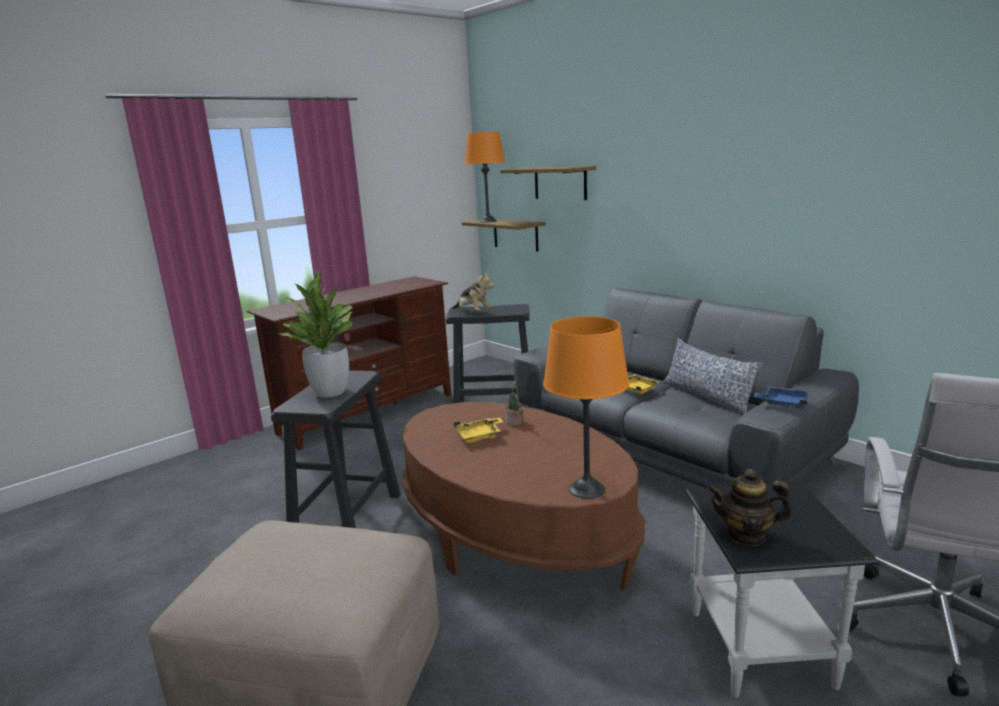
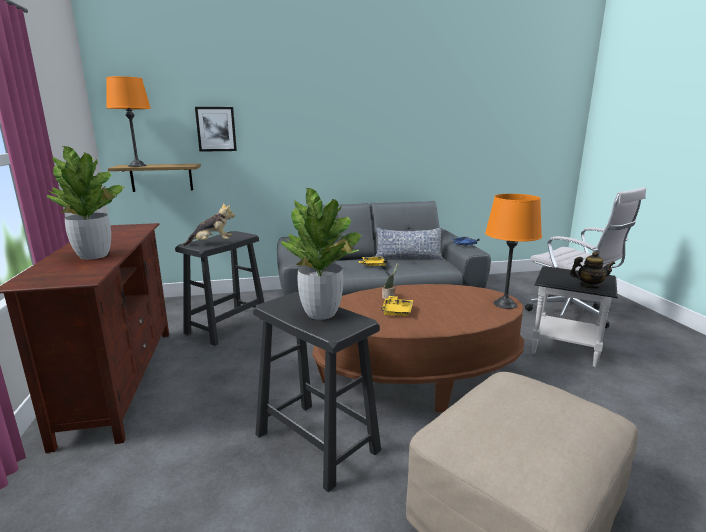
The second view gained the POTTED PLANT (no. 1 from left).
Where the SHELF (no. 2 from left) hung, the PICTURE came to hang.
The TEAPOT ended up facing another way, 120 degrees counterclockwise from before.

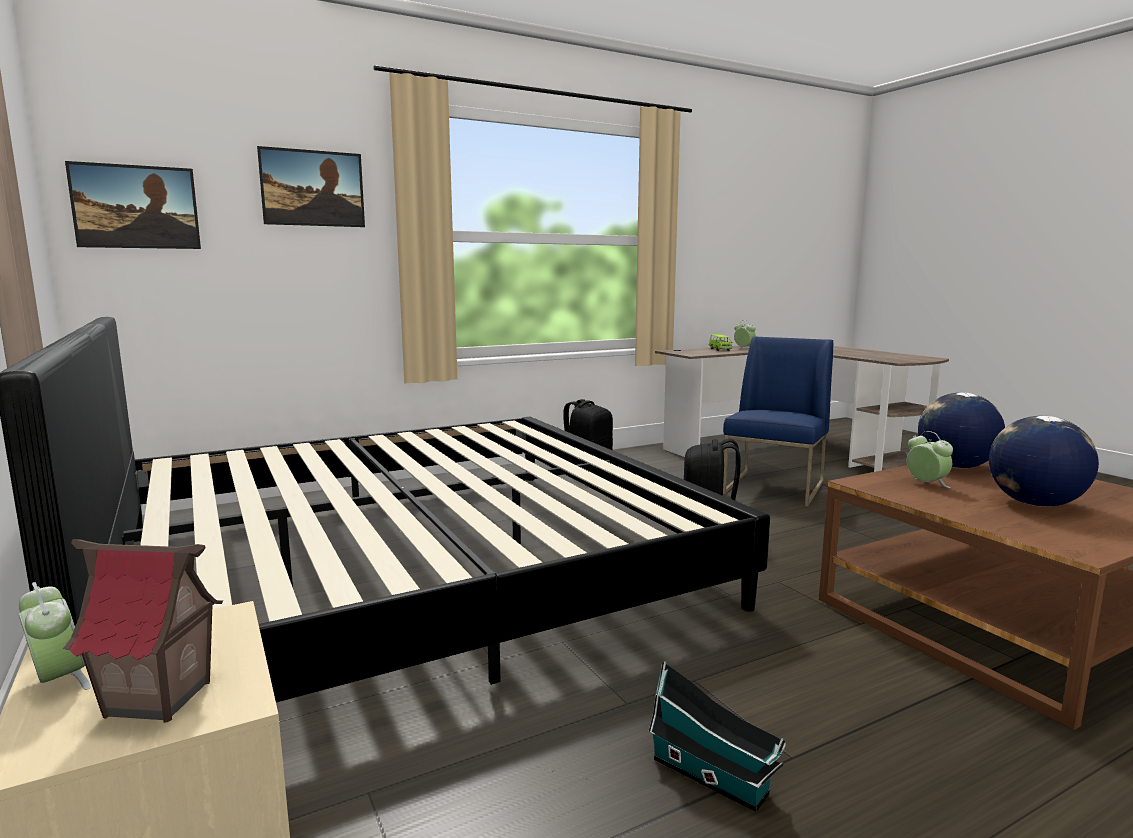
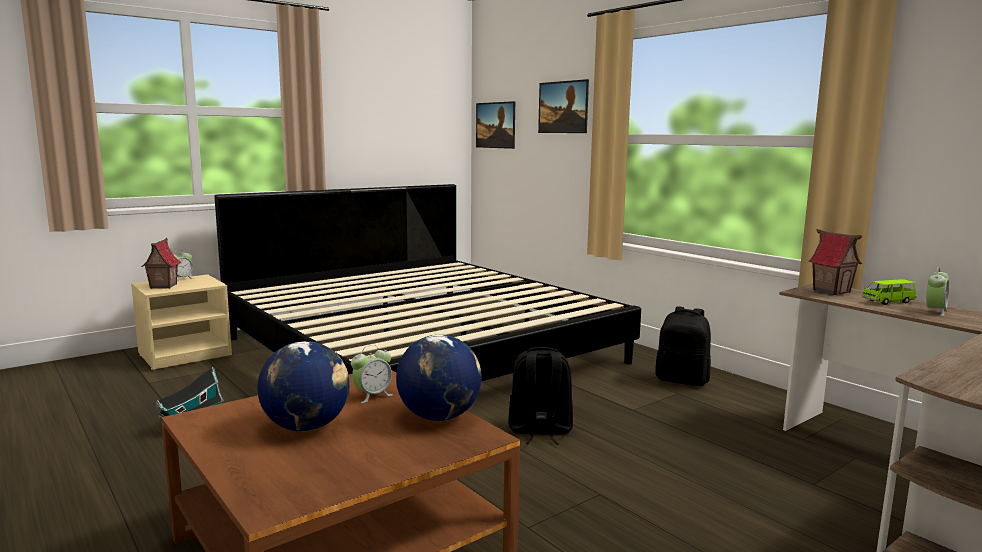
The second view lost the BLUE CHAIR.
The second view gained the TOY HOUSE (no. 3 from left).

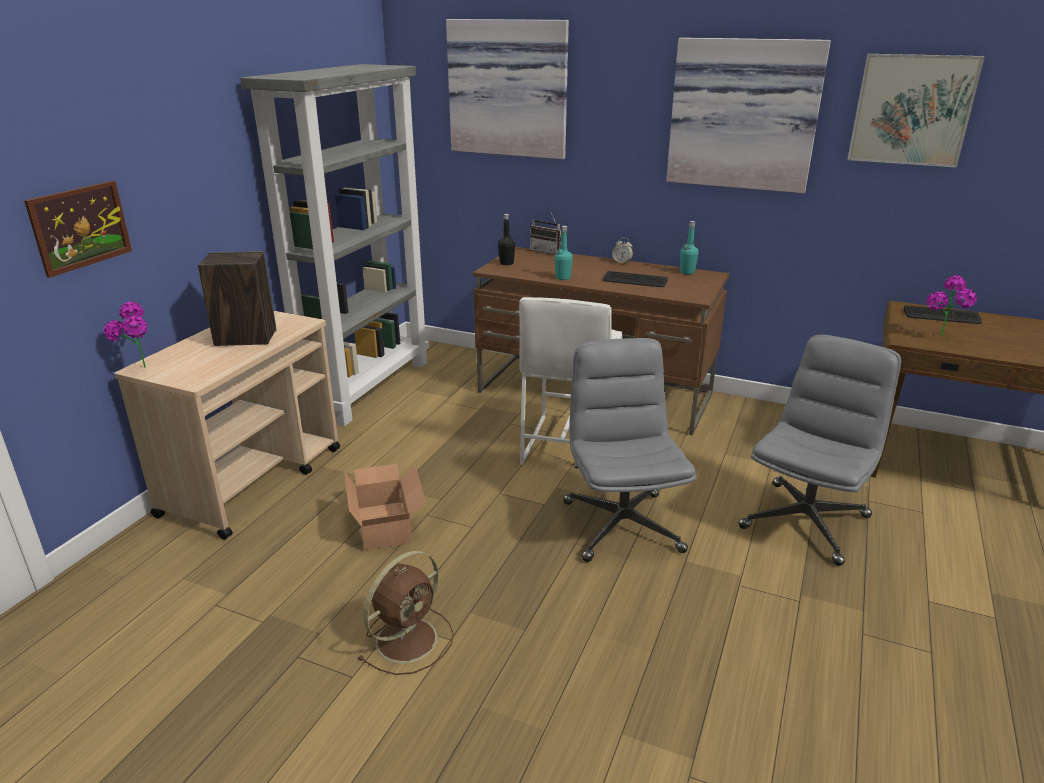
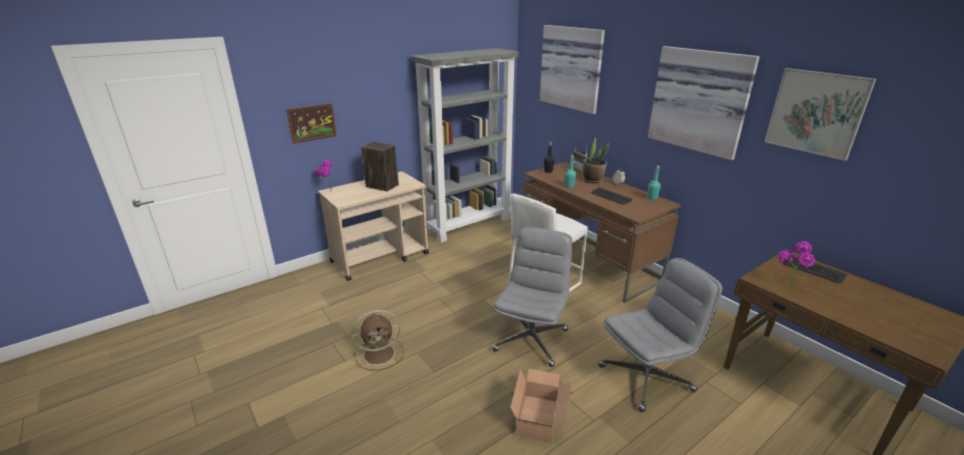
The second view gained the POTTED PLANT (no. 2 from left).
The CARDBOARD BOX ended up elsewhere.

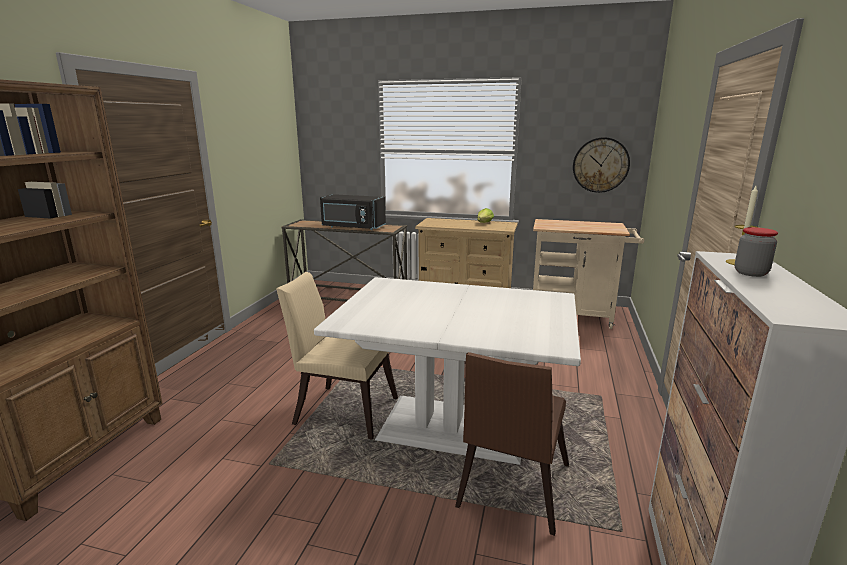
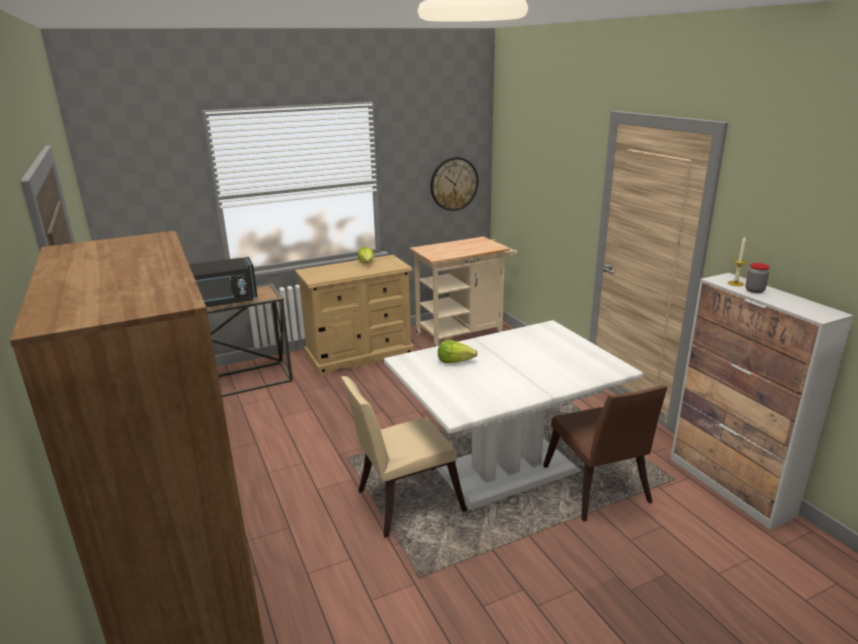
The second view gained the LETTUCE (no. 2 from left).

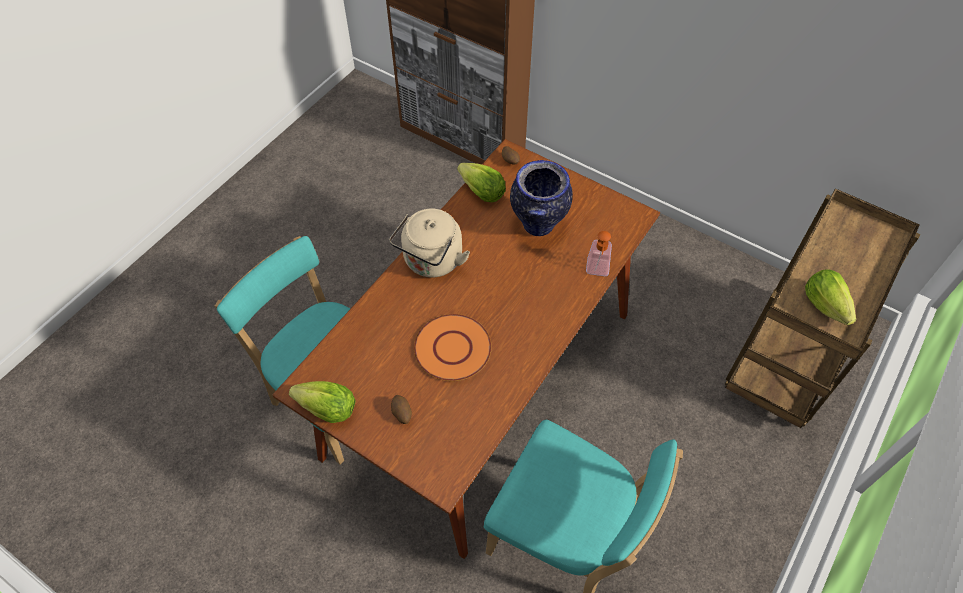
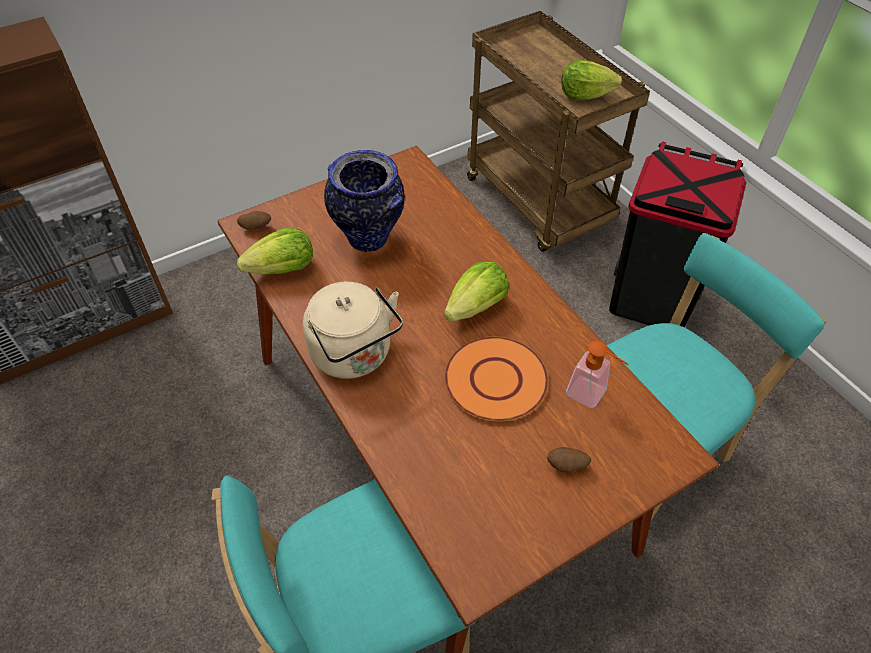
The second view gained the BLACK TRASH CAN.
The LETTUCE (no. 1 from left in the first image) ended up elsewhere.
The SOAP DISPENSER ended up elsewhere.

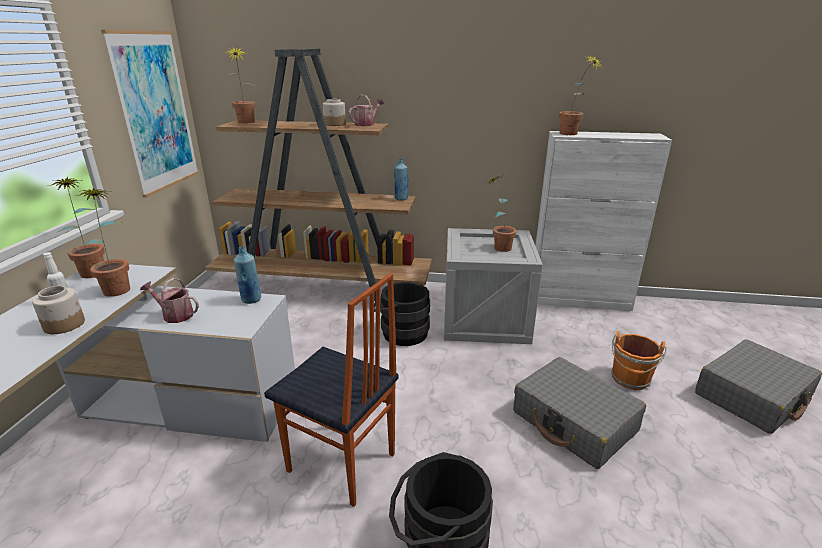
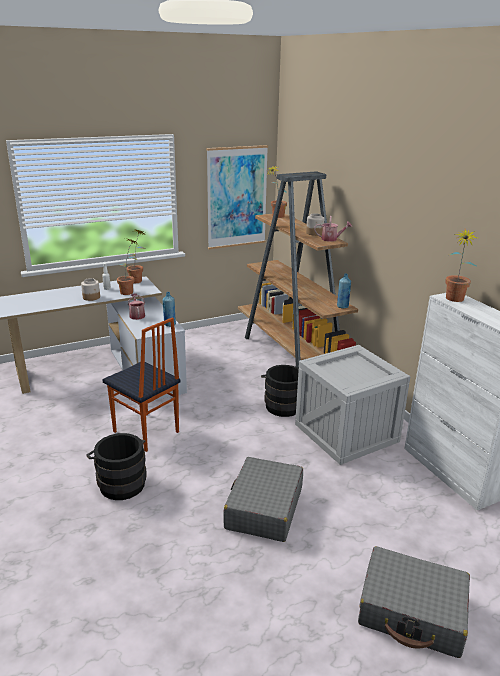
The second view lost the POTTED PLANT (no. 4 from left).
The second view lost the ORANGE BUCKET.
The CHAIR ended up facing another way, 45 degrees counterclockwise from before.

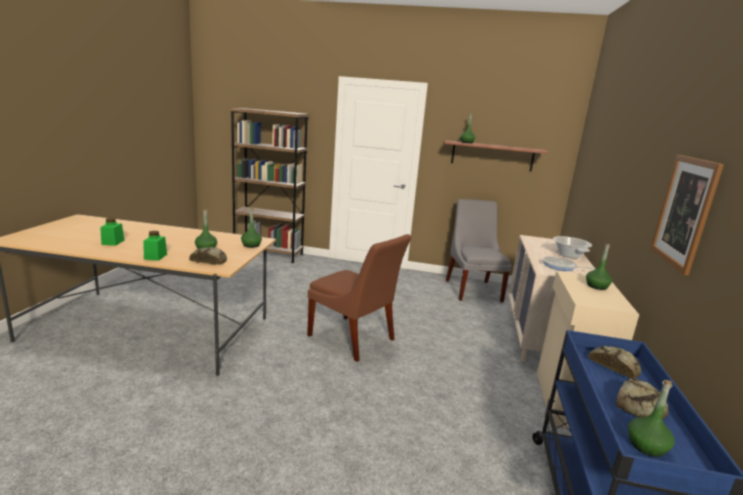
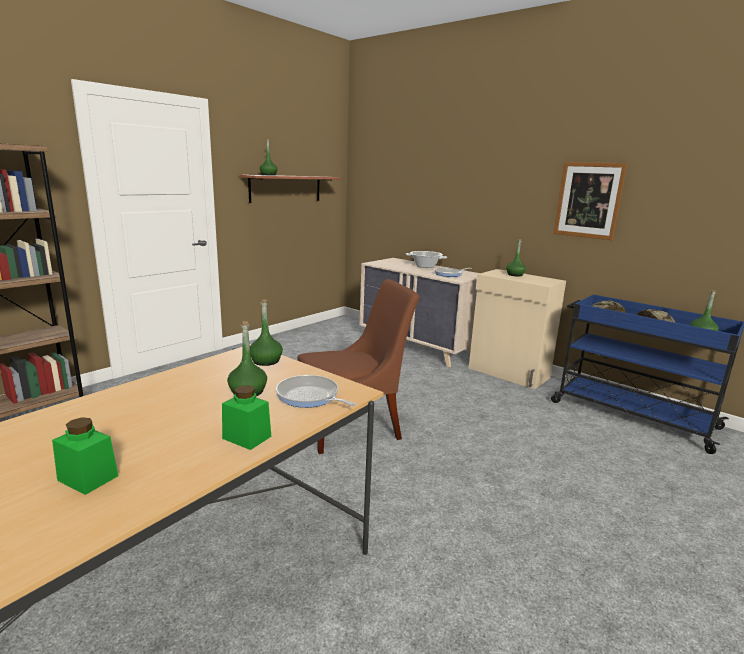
The second view lost the GREY CHAIR.
Where the BREAD (no. 1 from left) stood, the FRYING PAN (no. 1 from left) came to stand.

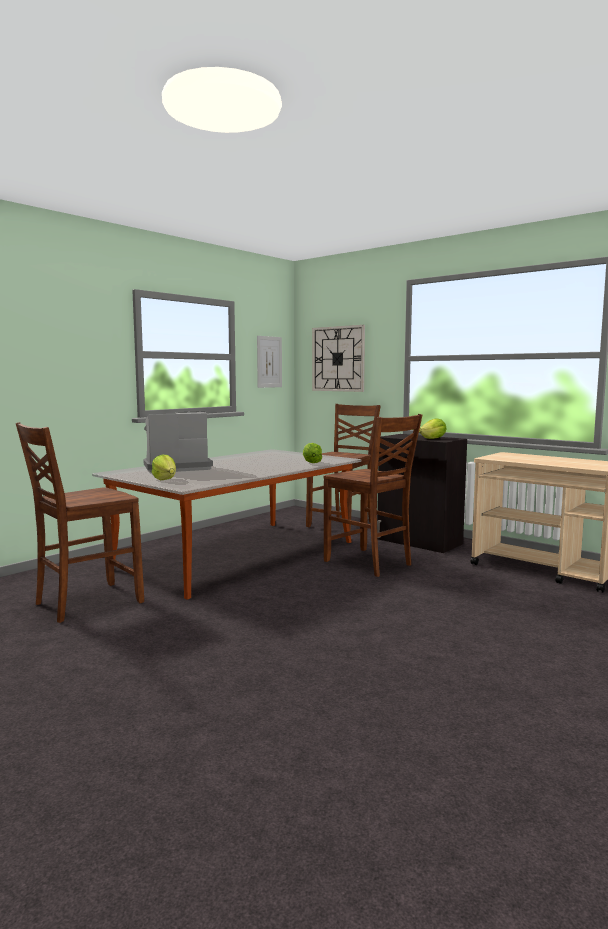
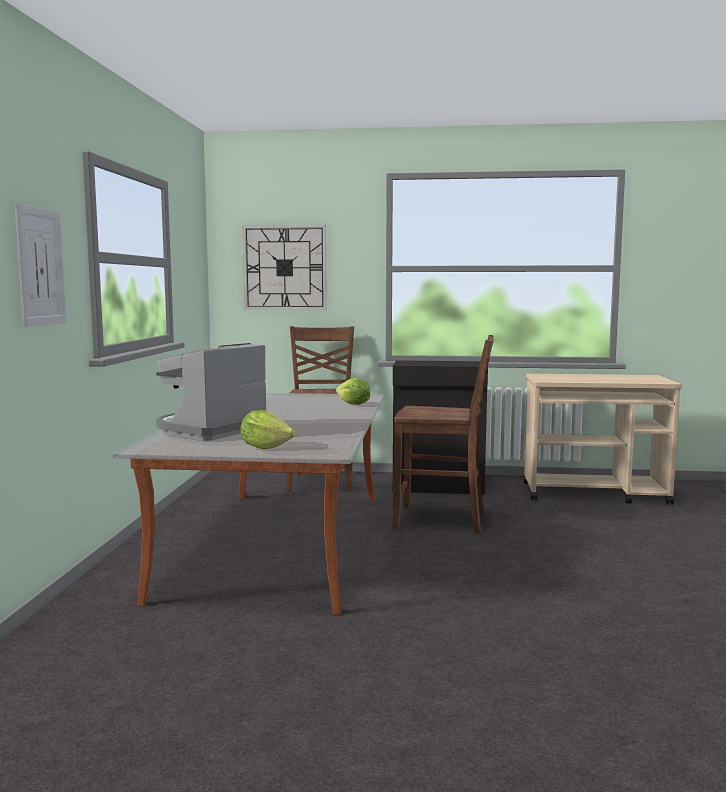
The second view lost the BROWN CHAIR (no. 1 from left).
The second view lost the LETTUCE (no. 3 from left).
The PICTURE ended up elsewhere.

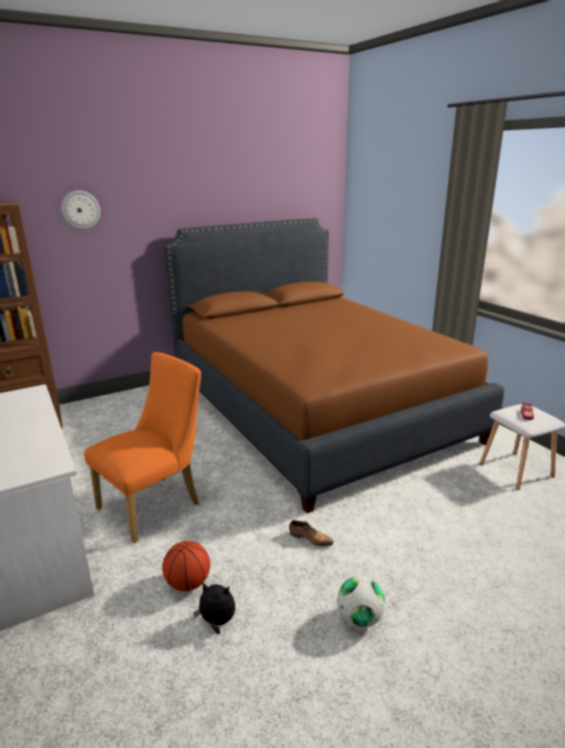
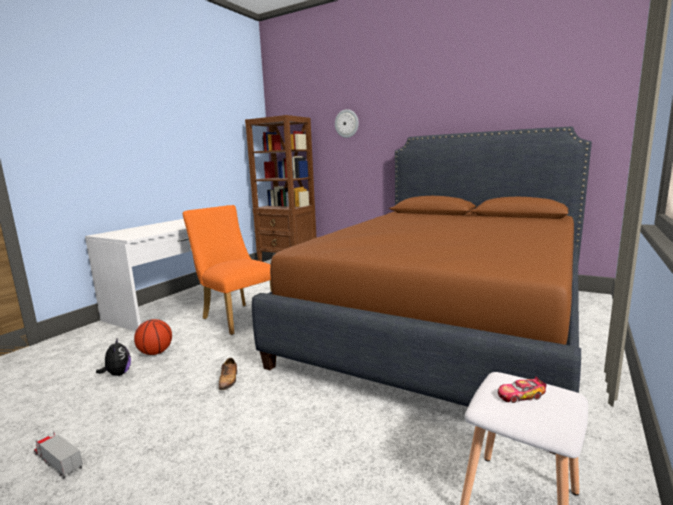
The second view lost the FOOTBALL.
The second view gained the TOY TRUCK.
The ORANGE CHAIR ended up facing another way, 150 degrees counterclockwise from before.

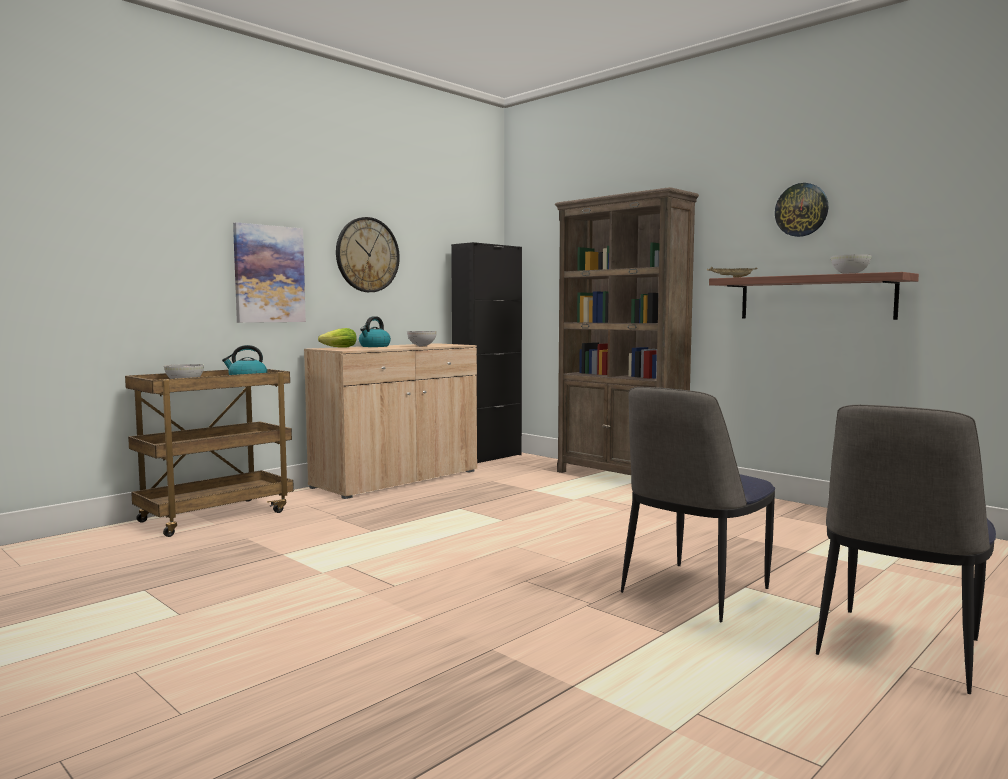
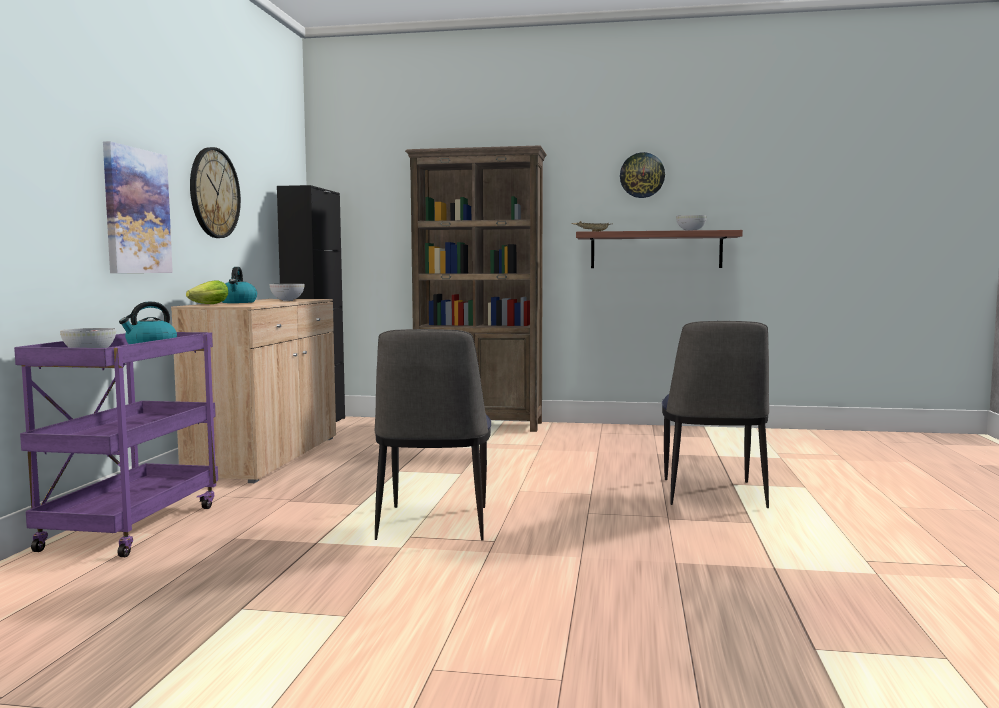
The CHAIR (no. 2 from left in the first image) ended up elsewhere.
What was the BROWN CART turned into the PURPLE CART.

